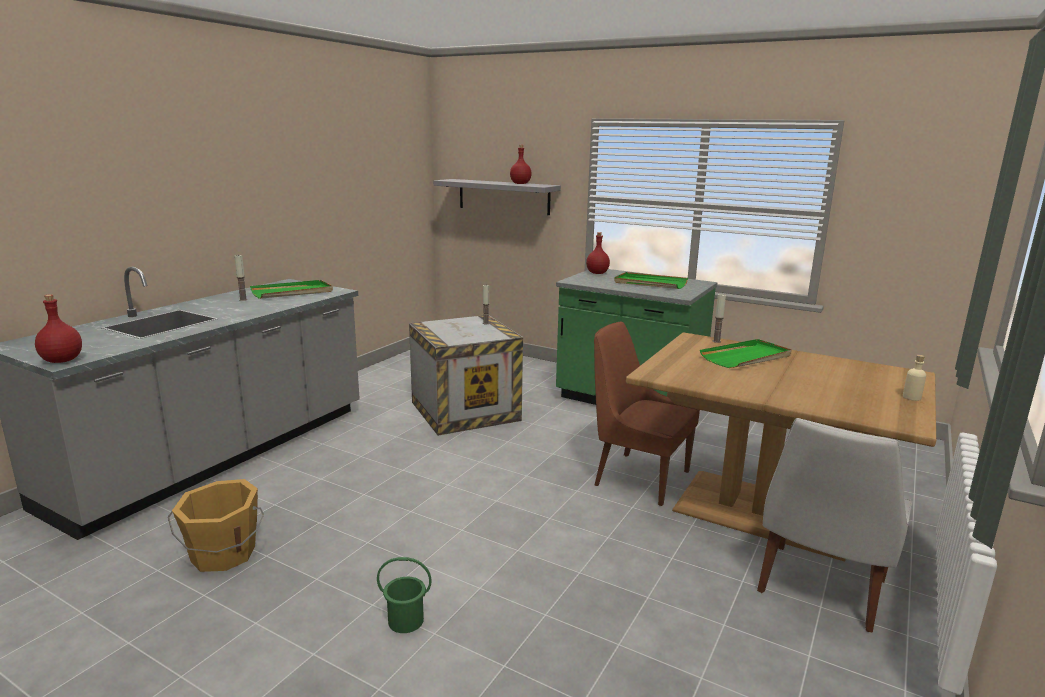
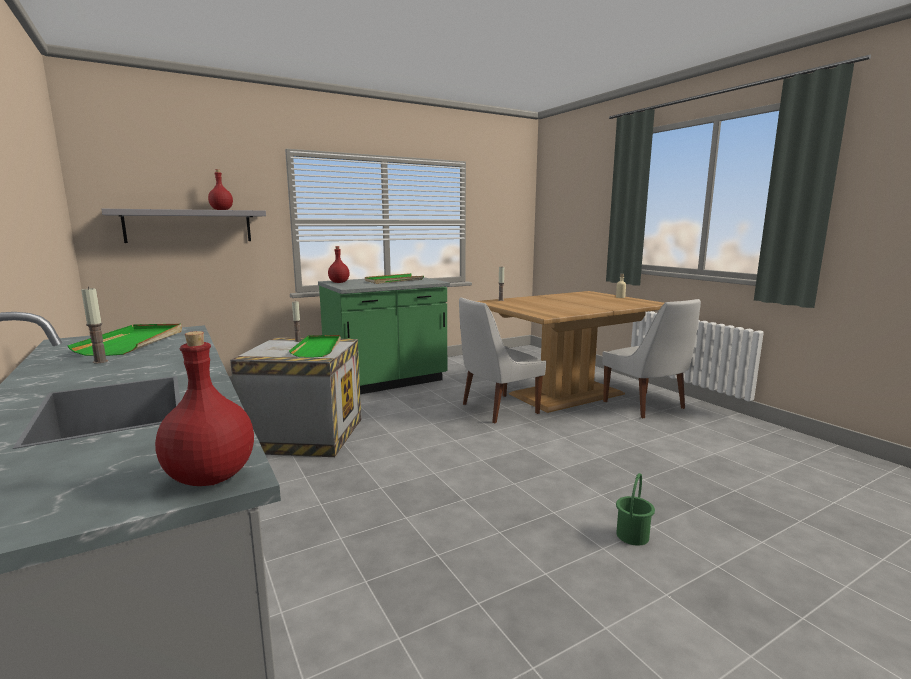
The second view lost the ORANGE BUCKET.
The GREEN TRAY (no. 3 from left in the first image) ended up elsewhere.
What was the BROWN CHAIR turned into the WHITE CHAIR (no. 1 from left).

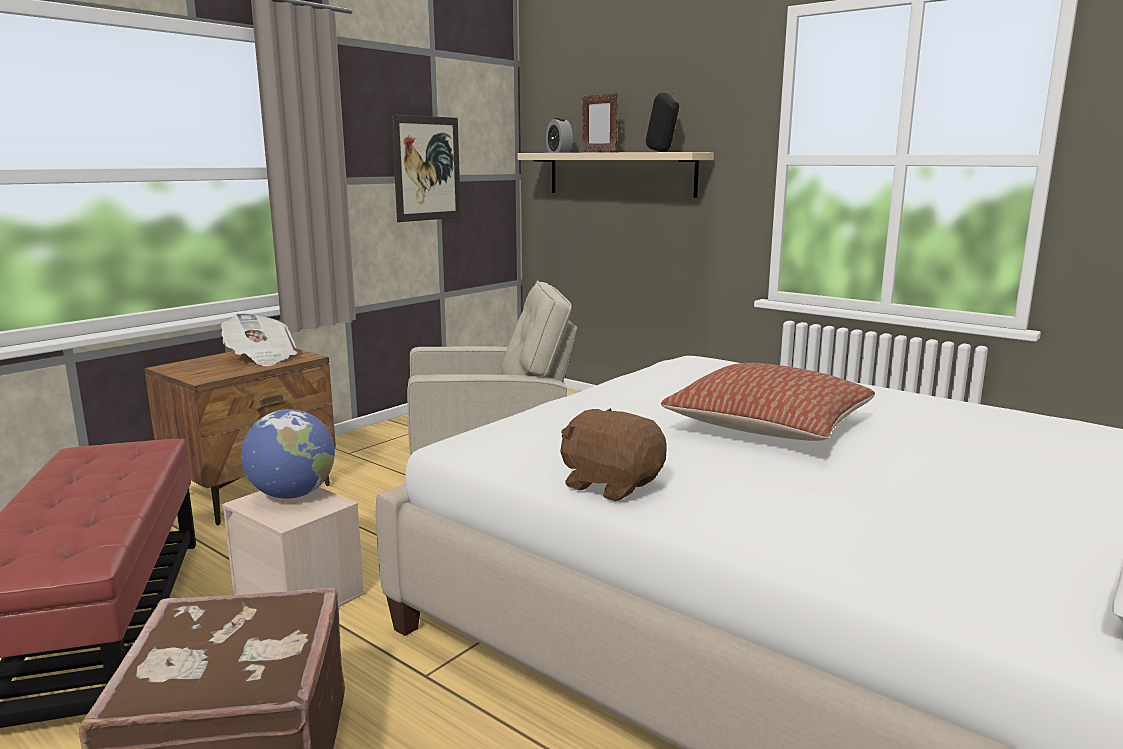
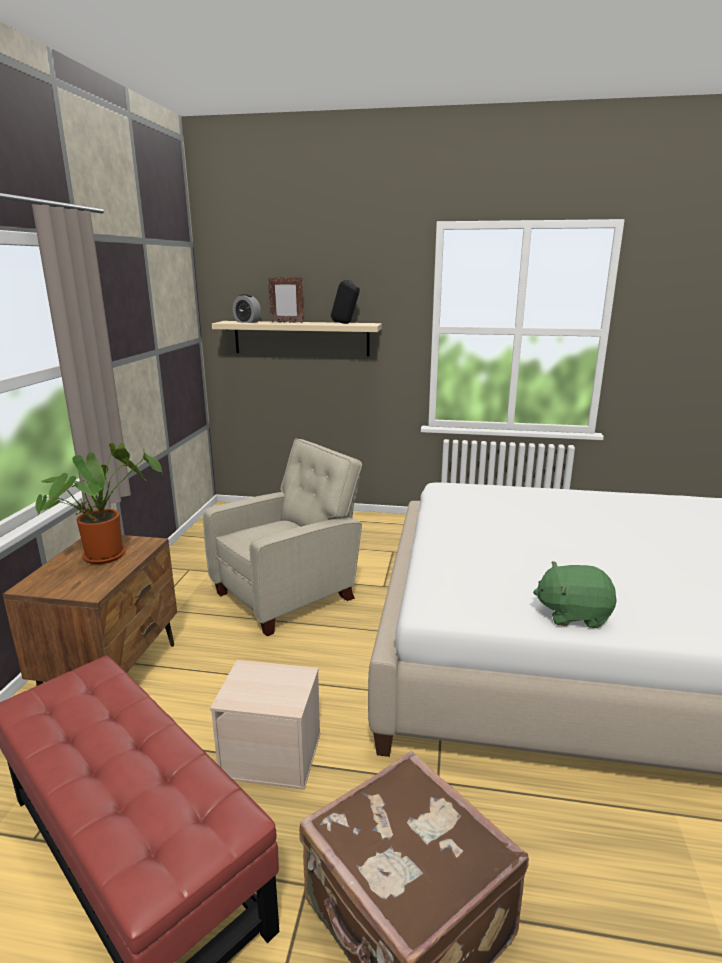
The second view lost the GLOBE.
The second view lost the PICTURE.
The second view lost the PILLOW.
Where the NEWSPAPER stood, the POTTED PLANT came to stand.
What was the BROWN PLUSH TOY turned into the GREEN PLUSH TOY.

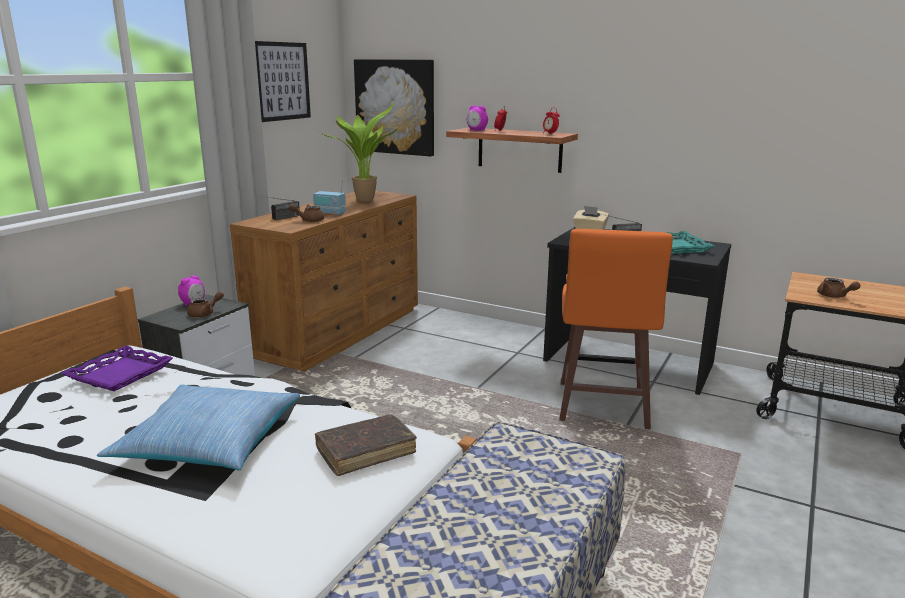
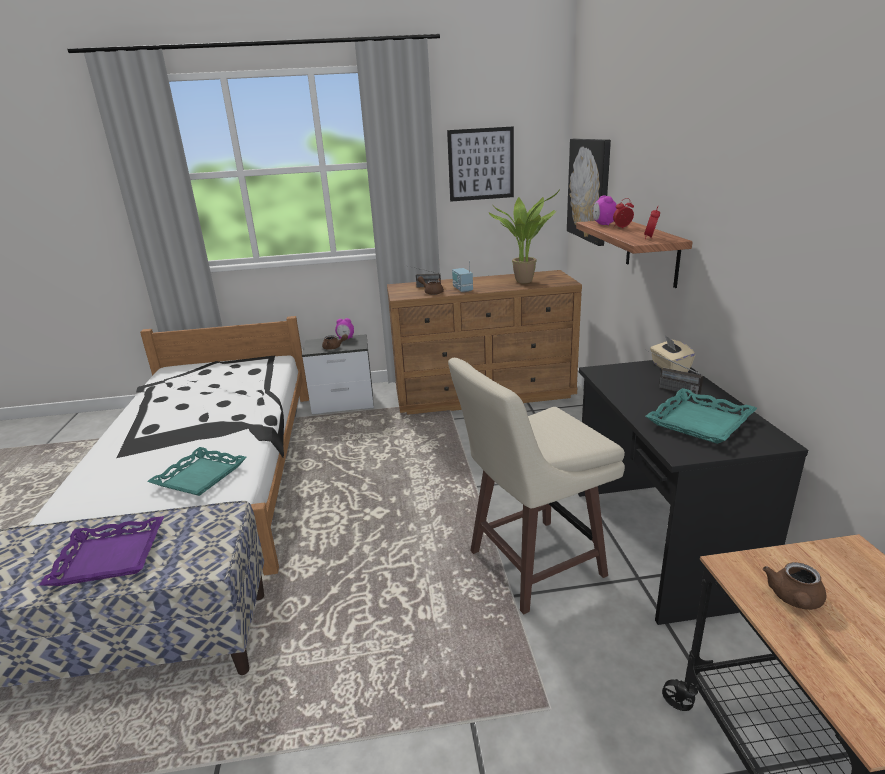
The second view lost the PILLOW.
The PURPLE TRAY ended up elsewhere.
Where the BROWN BOOK stood, the TURQUOISE TRAY (no. 1 from left) came to stand.
What was the ORANGE STOOL turned into the BEIGE STOOL.

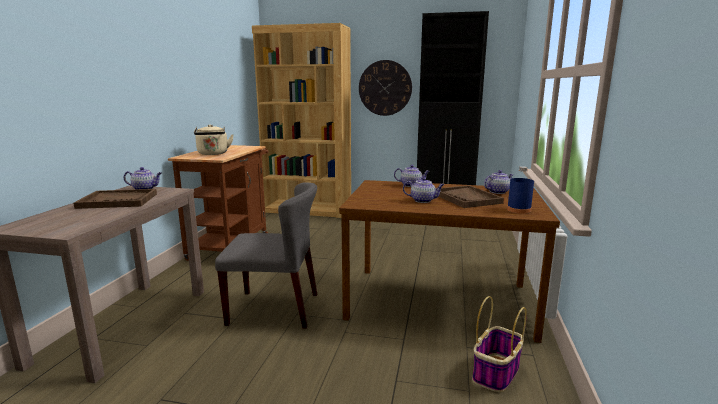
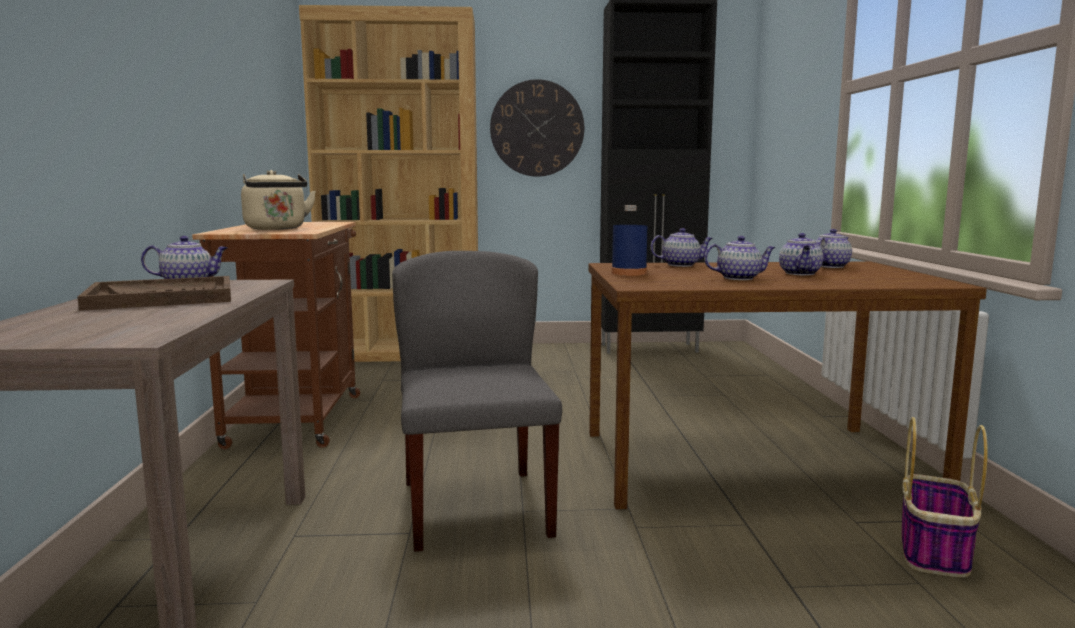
The BLUE BOTTLE ended up elsewhere.
Where the BROWN TRAY (no. 2 from left) stood, the TEAPOT (no. 4 from left) came to stand.
The GREY CHAIR ended up facing another way, 90 degrees counterclockwise from before.

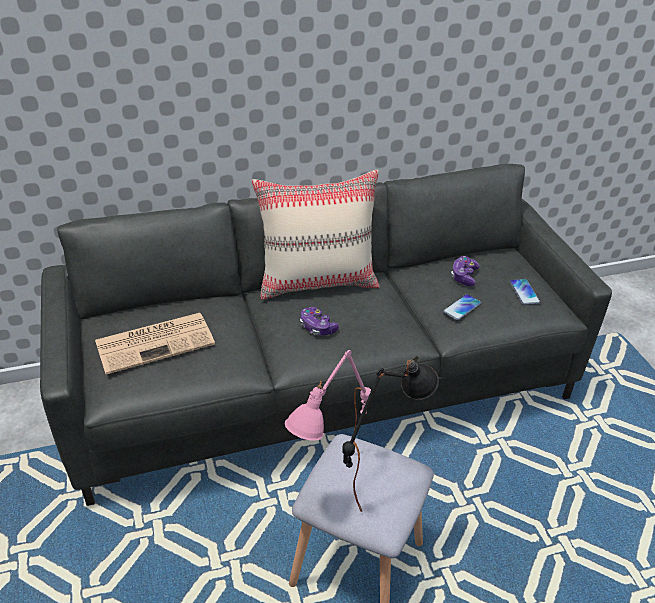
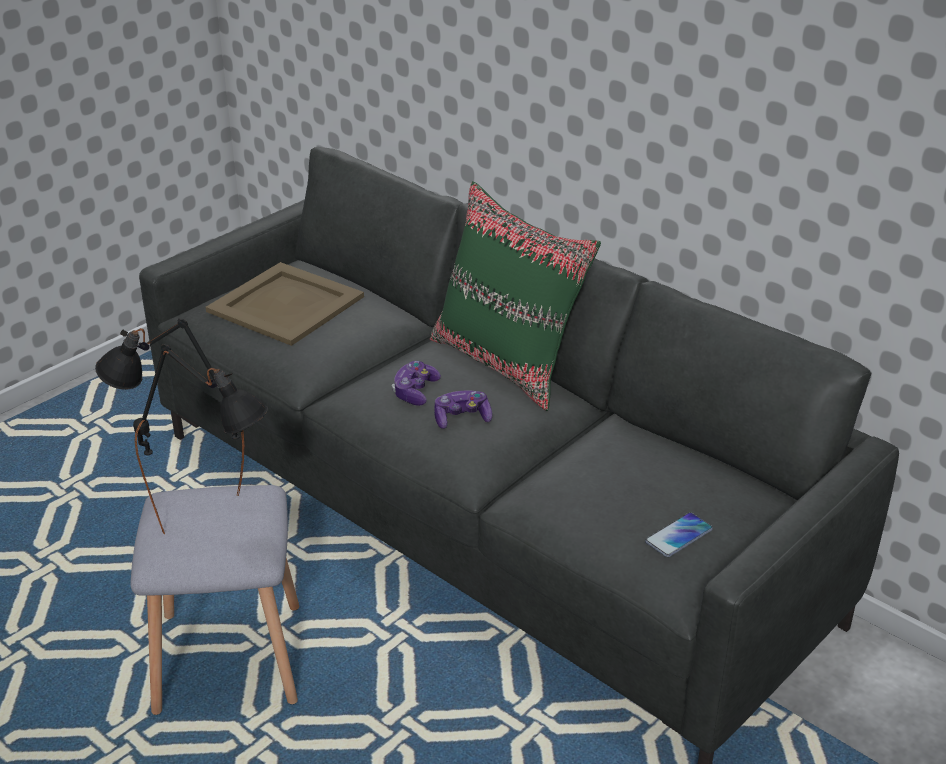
The second view lost the PHONE (no. 1 from left).
The GAME CONTROLLER (no. 2 from left) ended up elsewhere.
Where the NEWSPAPER stood, the BEIGE TRAY came to stand.
What was the BEIGE PILLOW turned into the GREEN PILLOW.
What was the PINK TABLE LAMP turned into the BLACK TABLE LAMP (no. 1 from left).

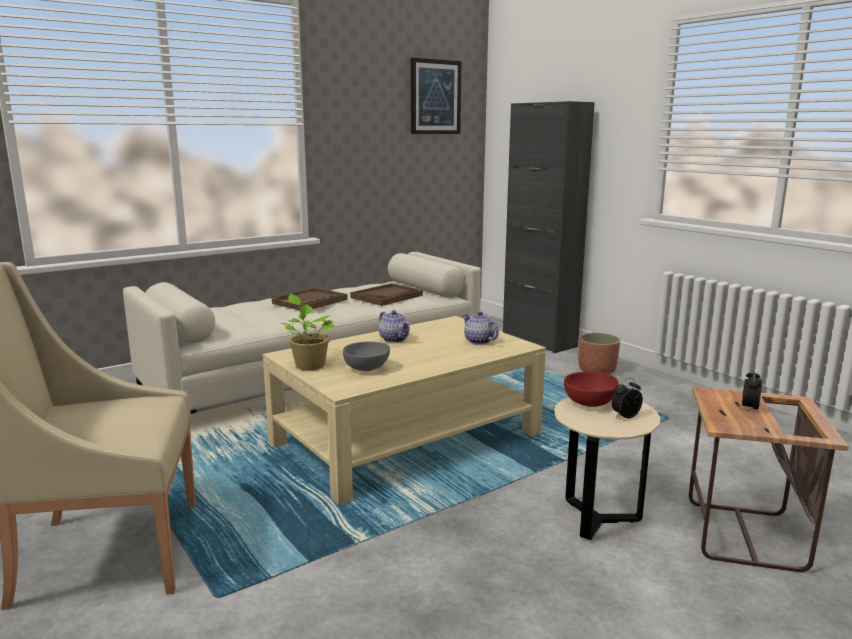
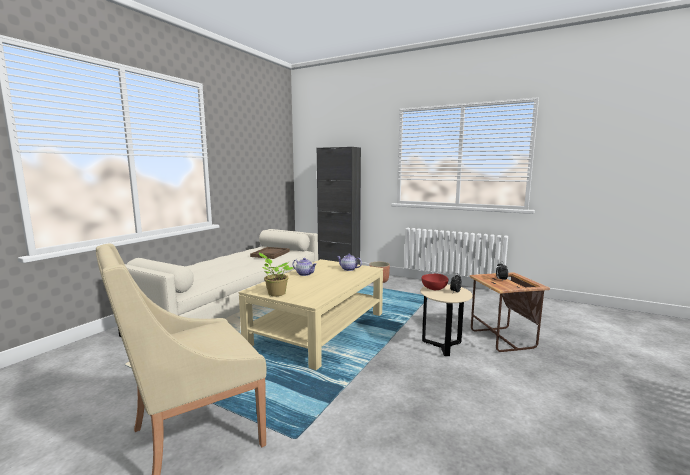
The second view lost the BROWN TRAY (no. 1 from left).
The second view lost the GREY BOWL.
The second view lost the PICTURE.

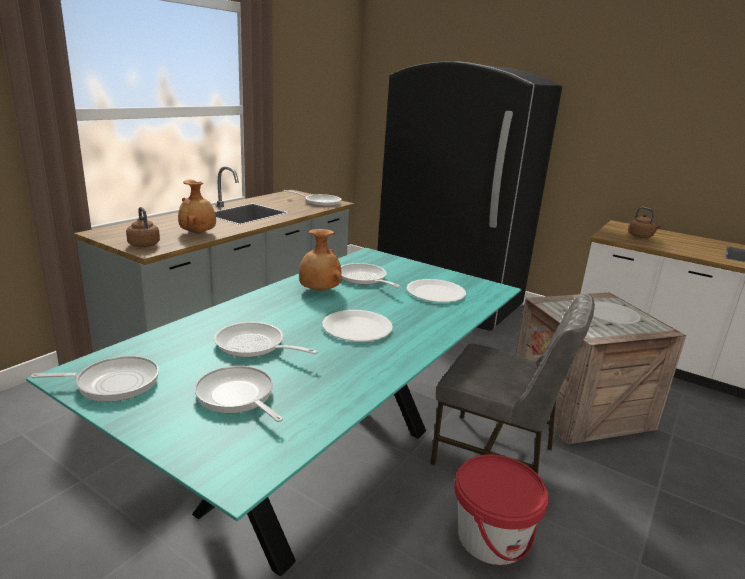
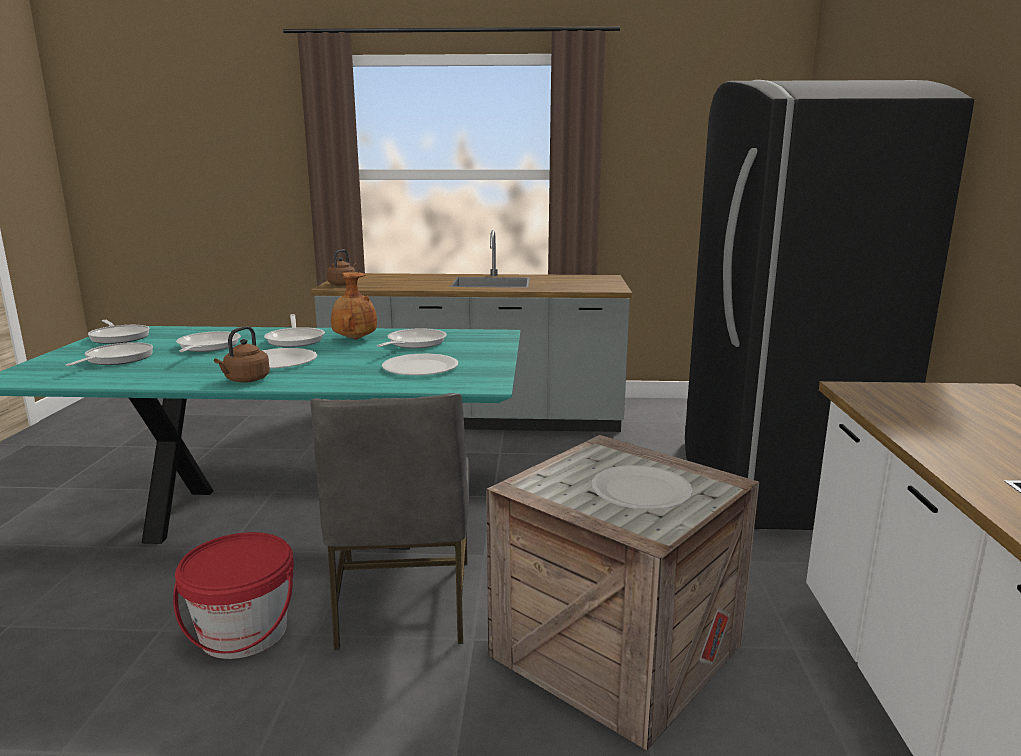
The second view lost the BROWN VASE (no. 1 from left).
The FRYING PAN (no. 4 from left) ended up elsewhere.
The BROWN KETTLE (no. 2 from left in the first image) ended up elsewhere.

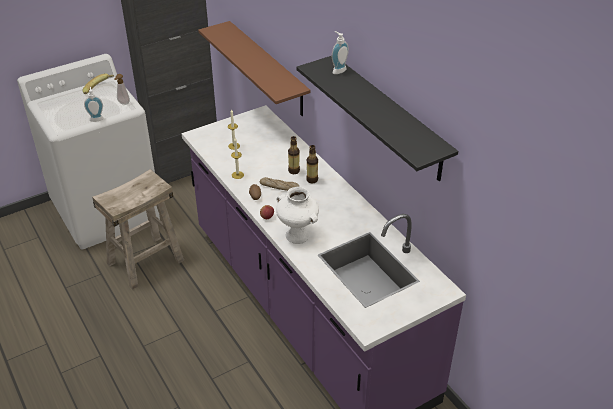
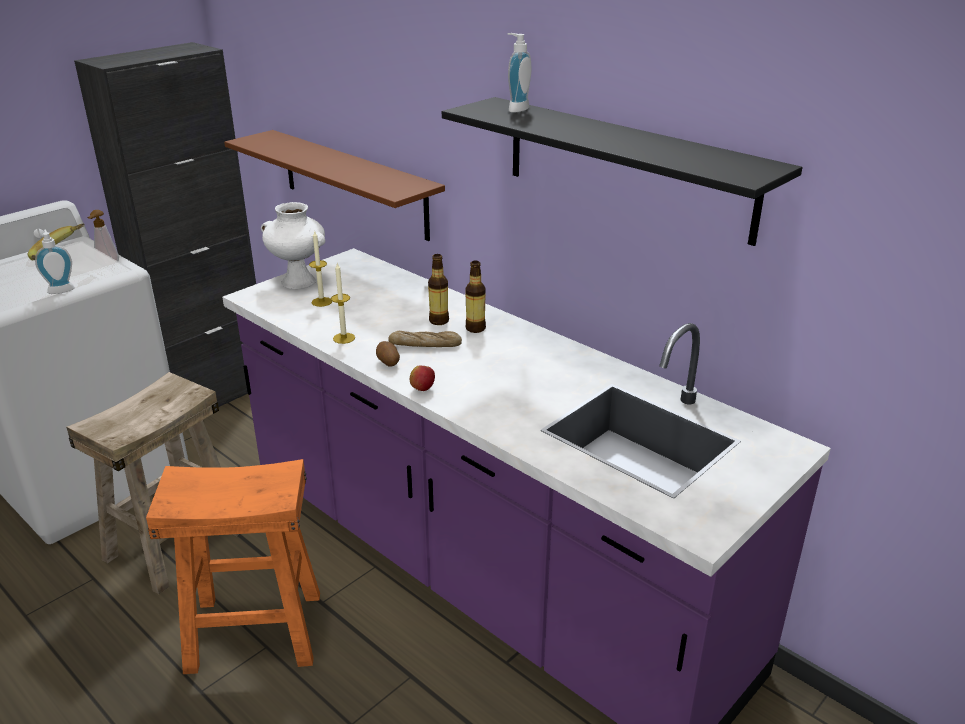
The second view gained the ORANGE STOOL.
The WHITE VASE ended up elsewhere.

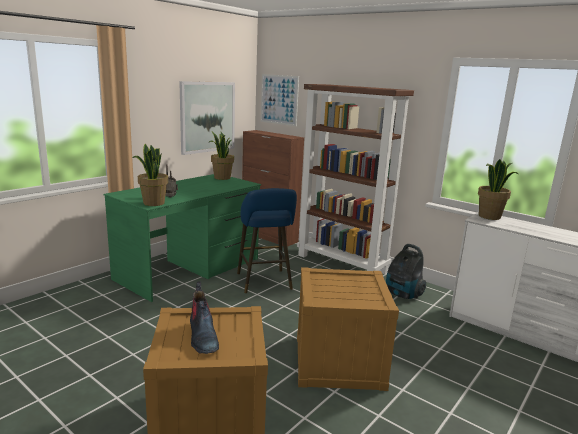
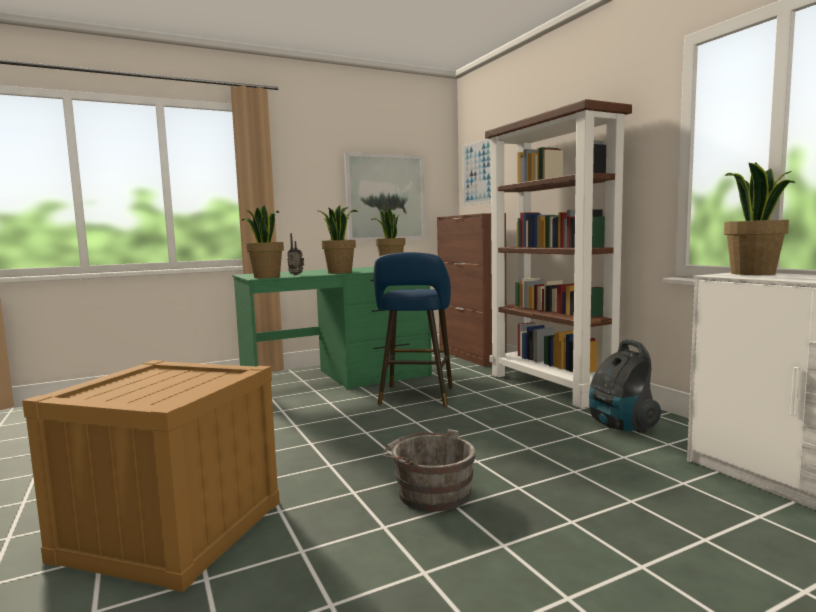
The second view lost the BOOT.
The second view gained the POTTED PLANT (no. 2 from left).
Where the CRATE (no. 2 from left) stood, the GREY BUCKET came to stand.

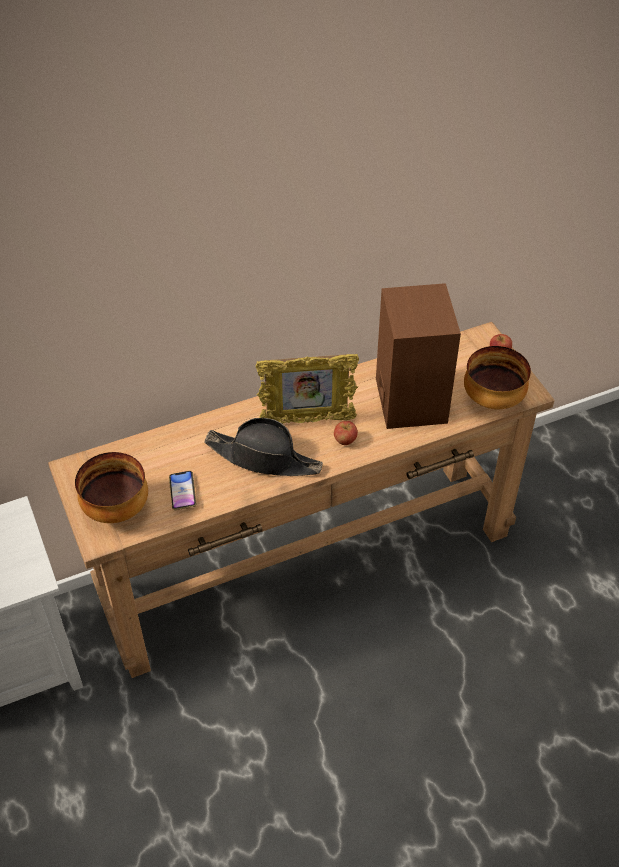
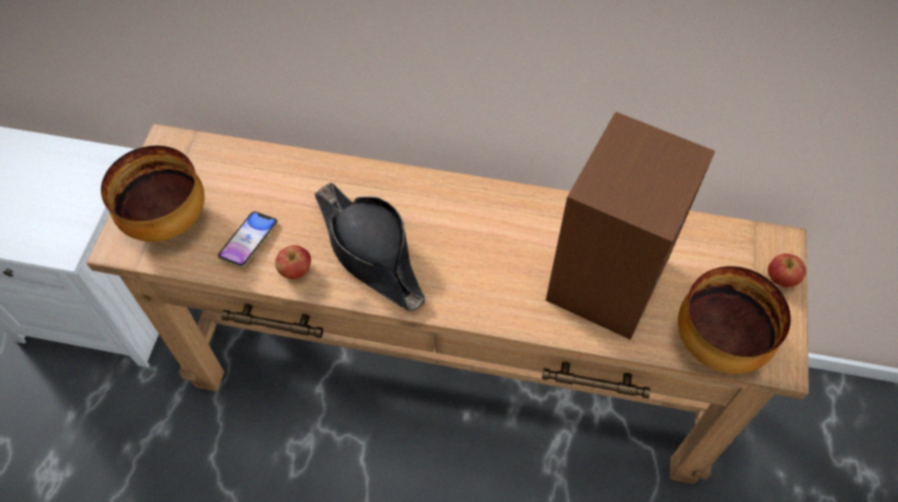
The second view lost the PICTURE FRAME.
The APPLE (no. 1 from left) ended up elsewhere.

